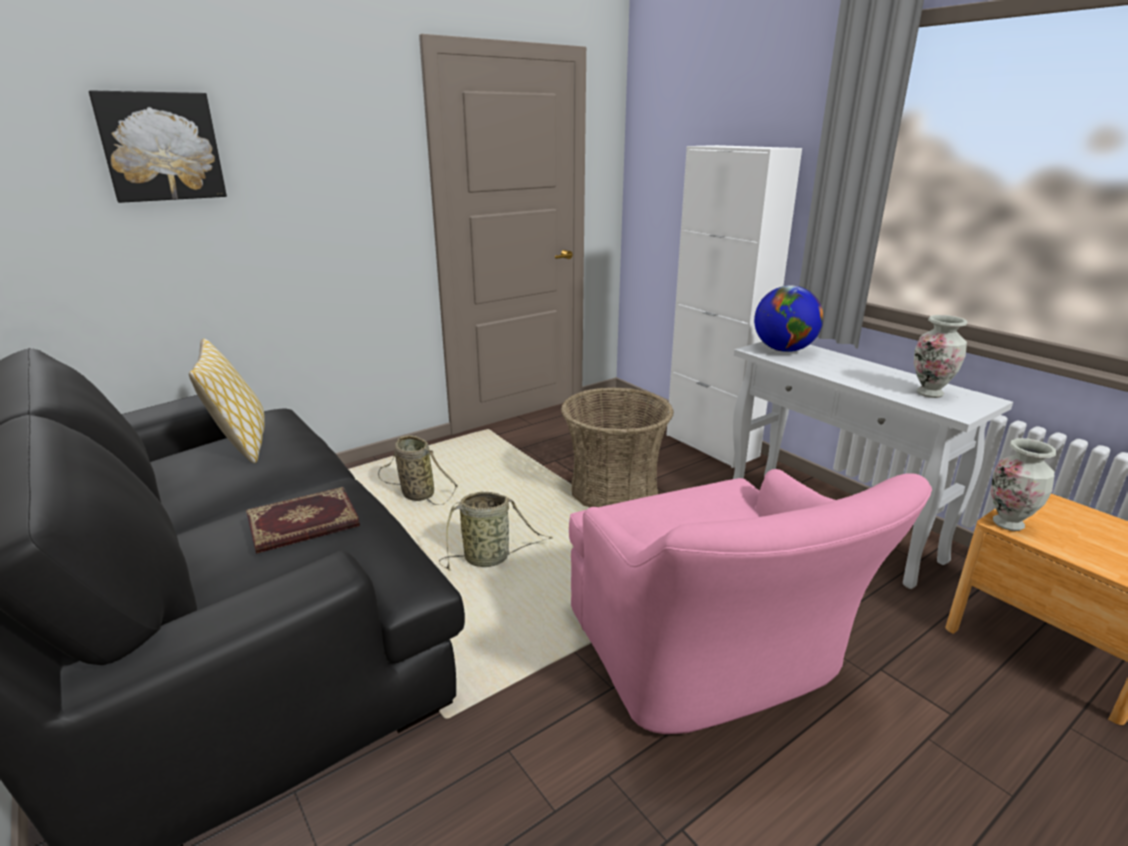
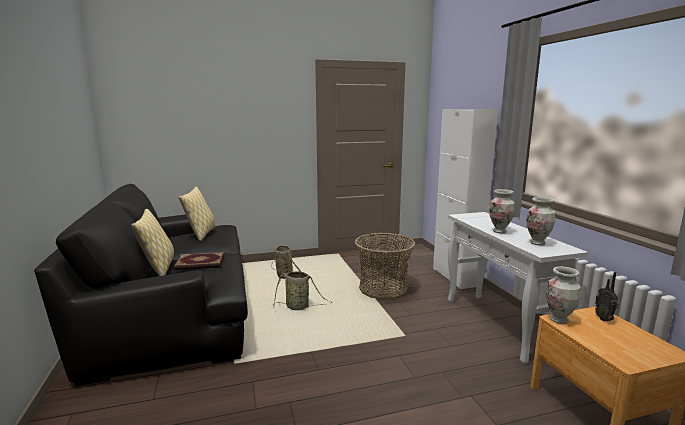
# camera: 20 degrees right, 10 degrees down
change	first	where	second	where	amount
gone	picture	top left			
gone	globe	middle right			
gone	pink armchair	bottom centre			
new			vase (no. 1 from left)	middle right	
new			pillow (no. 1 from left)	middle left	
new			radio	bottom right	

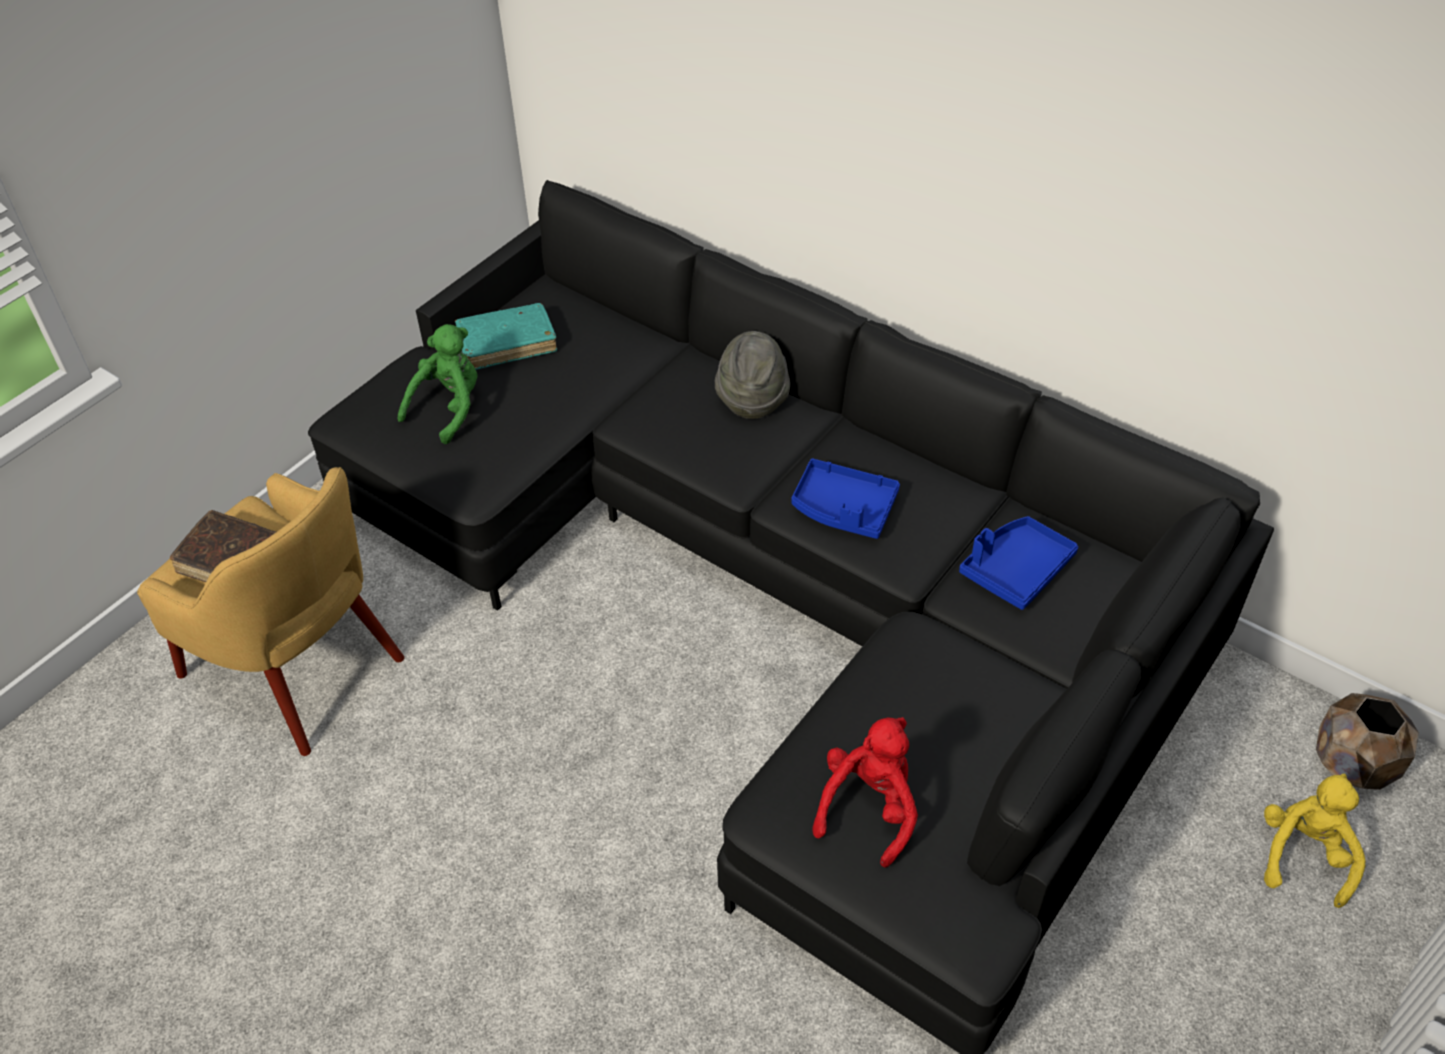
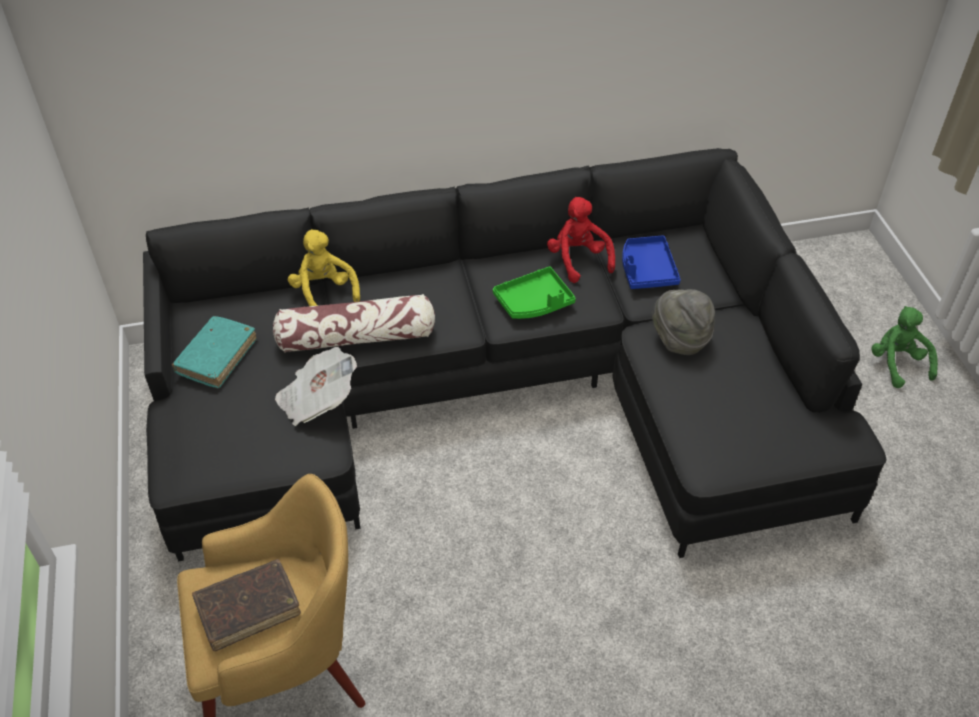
# camera: 50 degrees left, 0 degrees up
change	first	where	second	where	amount
shifted	green plush toy	middle left		middle right	
shifted	grey hat	centre		middle right	
repainted	blue tray (no. 1 from left)	centre	green tray	centre	
gone	brown planter	bottom right			
shifted	red plush toy	bottom centre		centre	
shifted	yellow plush toy	bottom right		middle left	
new			pillow	centre	
new			newspaper	middle left	

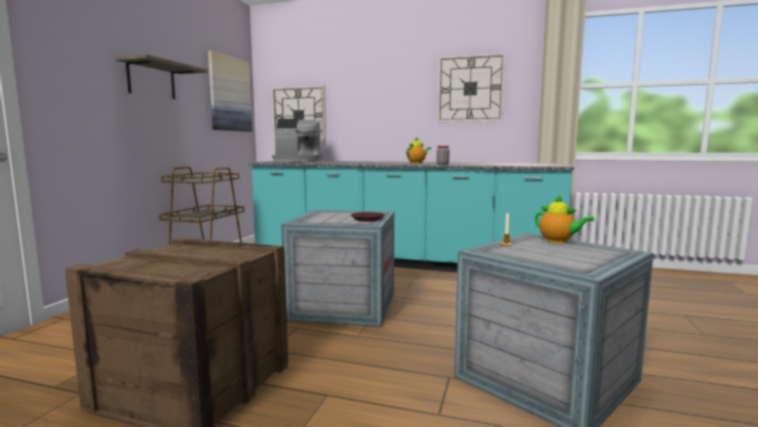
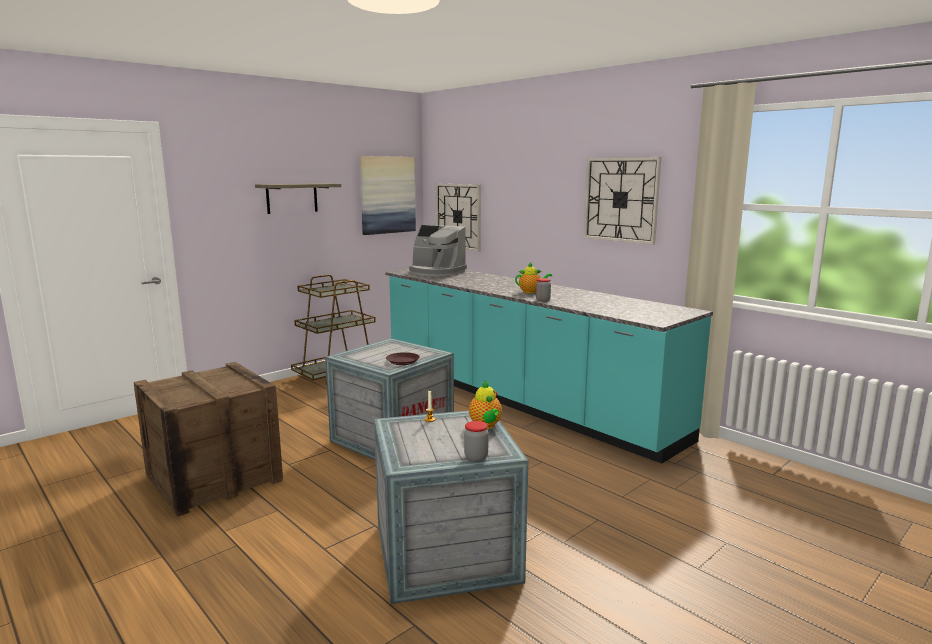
# camera: 30 degrees right, 5 degrees up
change	first	where	second	where	amount
new			jar (no. 1 from left)	bottom centre	

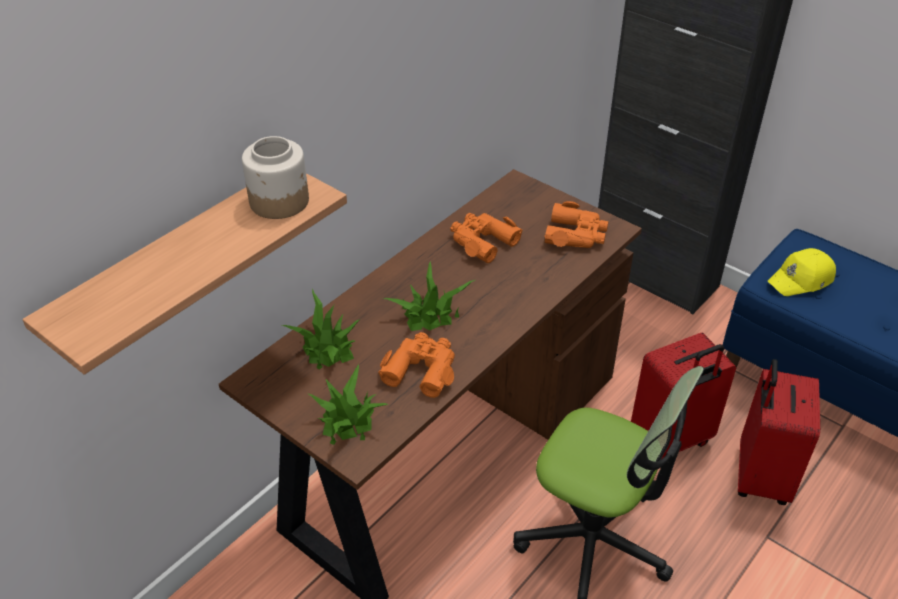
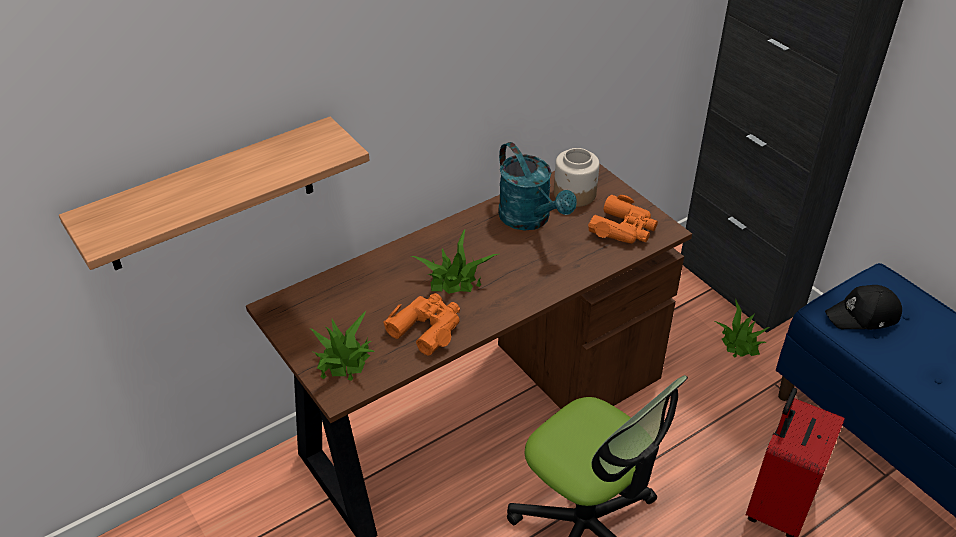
# camera: 15 degrees right, 0 degrees up
change	first	where	second	where	amount
shifted	jar	top left		top centre	
swapped	orange binoculars (no. 2 from left)	centre	turquoise watering can	centre	
repainted	yellow cap	middle right	black cap	middle right	
shifted	potted plant (no. 1 from left in the first image)	centre	potted plant (no. 3 from left)	middle right	
gone	red suitcase (no. 1 from left)	middle right			

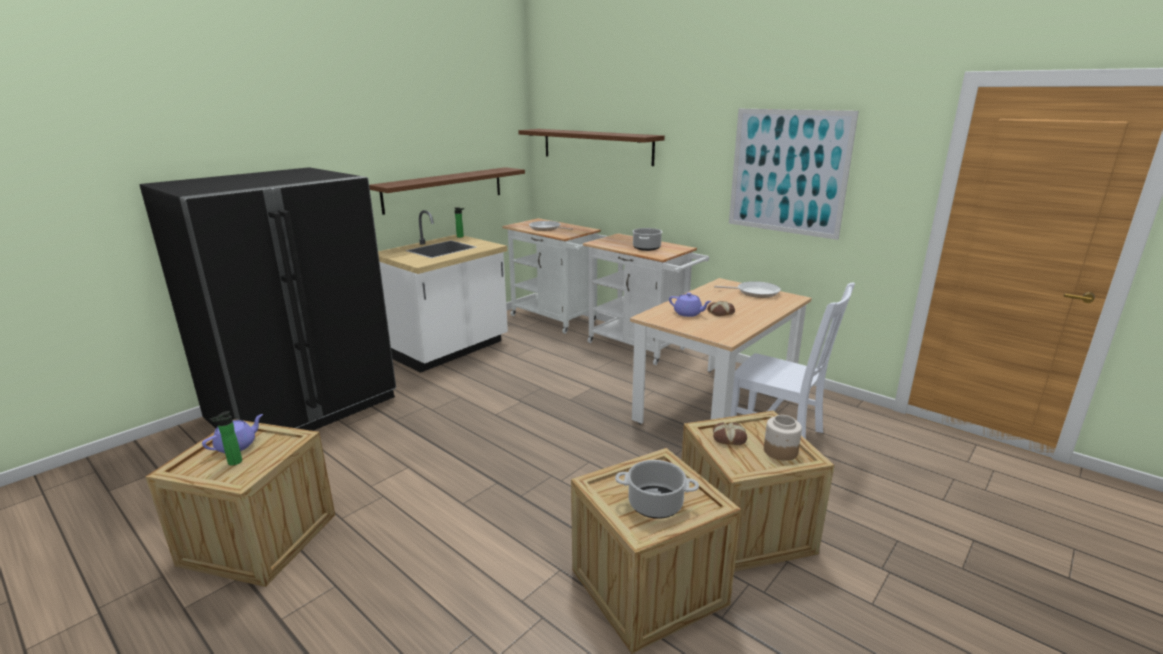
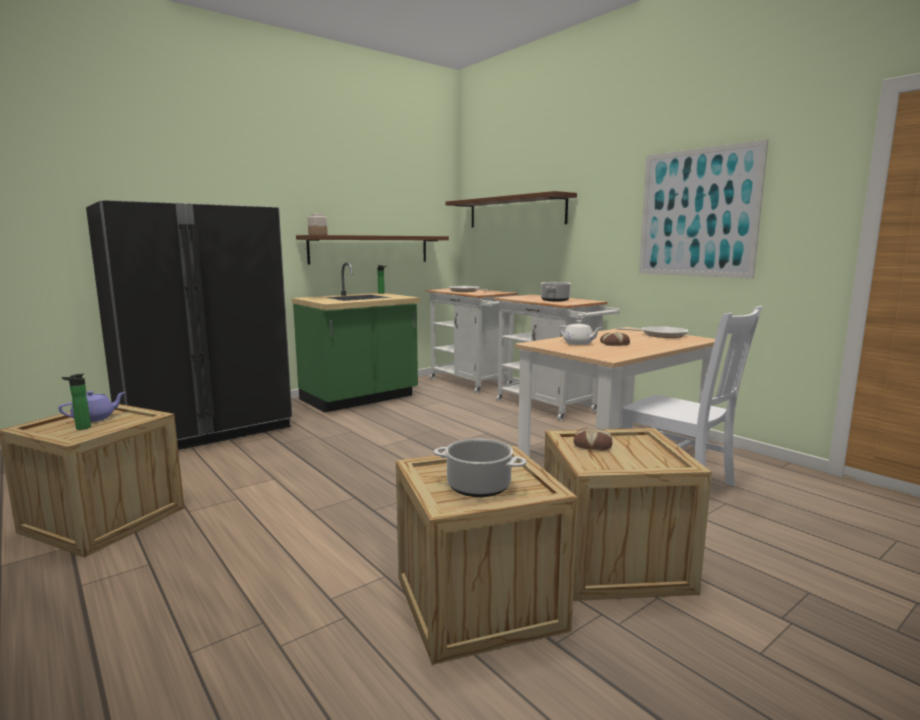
# camera: 10 degrees right, 10 degrees down
change	first	where	second	where	amount
repainted	white counter	centre	green counter	centre	
repainted	purple teapot (no. 2 from left)	centre	white teapot	centre	
shifted	jar	bottom right		top centre	

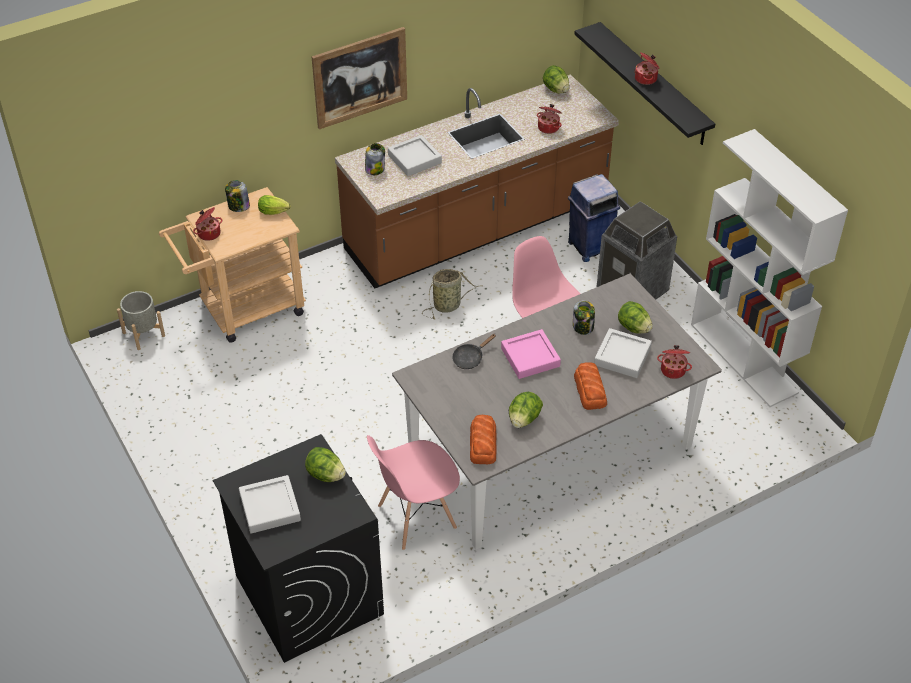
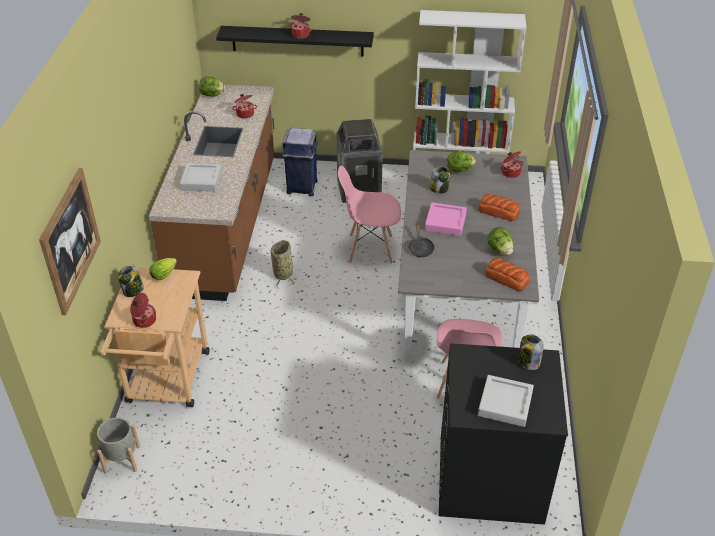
# camera: 55 degrees left, 5 degrees down
change	first	where	second	where	amount
shifted	picture	top centre		middle left	
shifted	jar (no. 2 from left in the first image)	top centre	jar (no. 3 from left)	middle right	
gone	grey tray (no. 3 from left)	middle right			
gone	lettuce (no. 2 from left)	bottom centre			

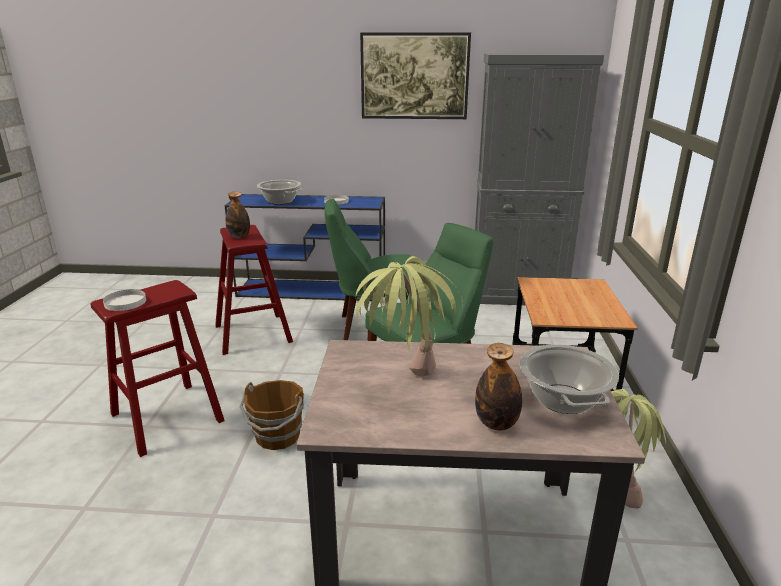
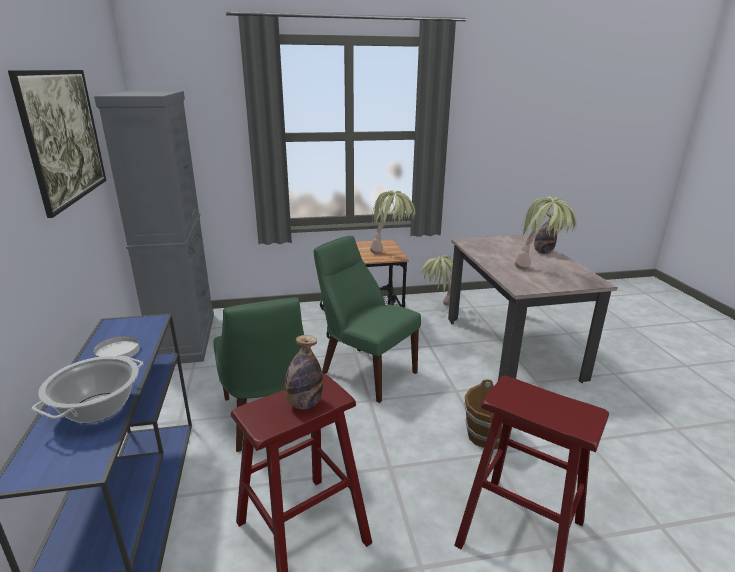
# camera: 105 degrees left, 0 degrees up
change	first	where	second	where	amount
gone	white plate (no. 1 from left)	middle left			
gone	cooking pot (no. 2 from left)	middle right			
new			potted plant (no. 1 from left)	centre	

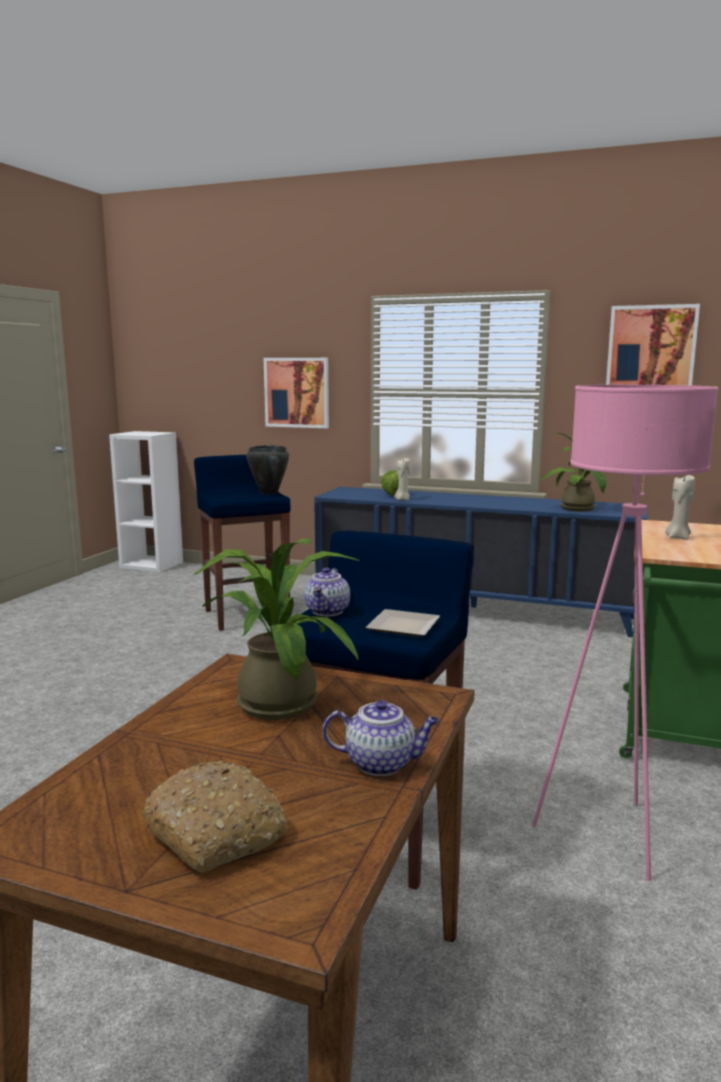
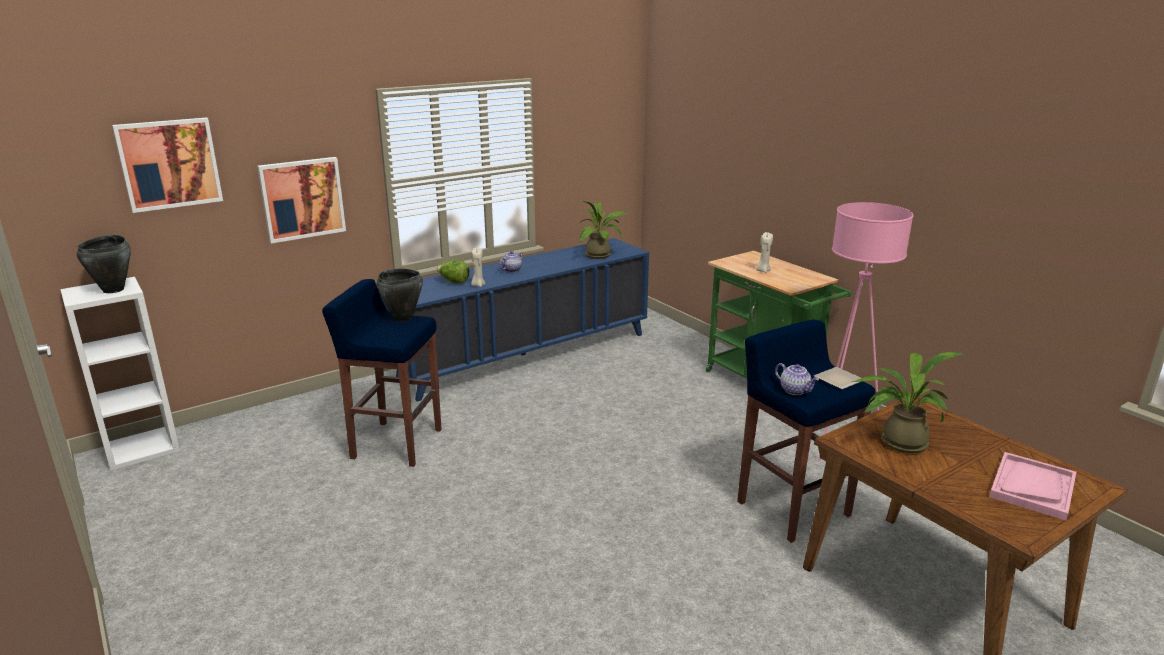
# camera: 55 degrees left, 10 degrees up
change	first	where	second	where	amount
shifted	picture (no. 2 from left in the first image)	top right	picture (no. 1 from left)	top left	
shifted	teapot (no. 2 from left in the first image)	bottom centre	teapot (no. 1 from left)	centre	
swapped	bread	bottom left	pink tray	bottom right	
new			black cooking pot (no. 1 from left)	middle left	

